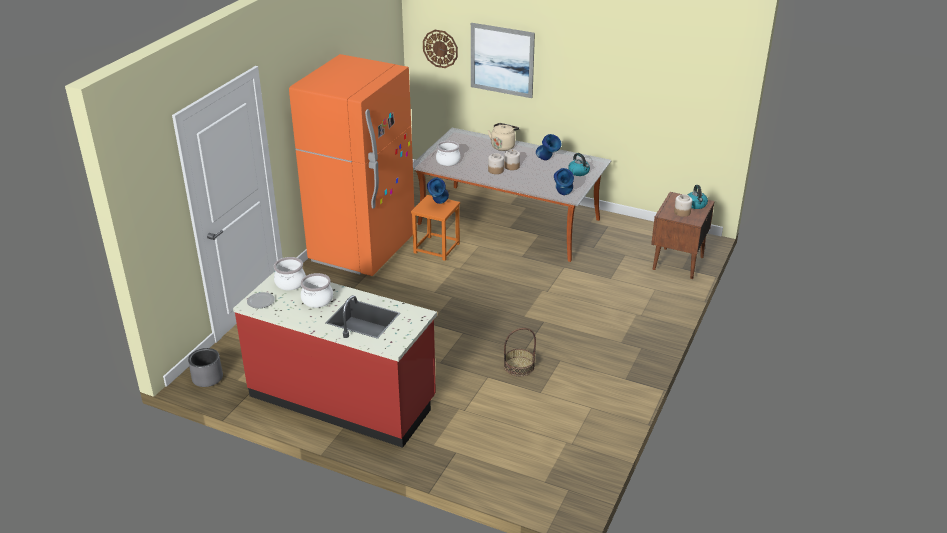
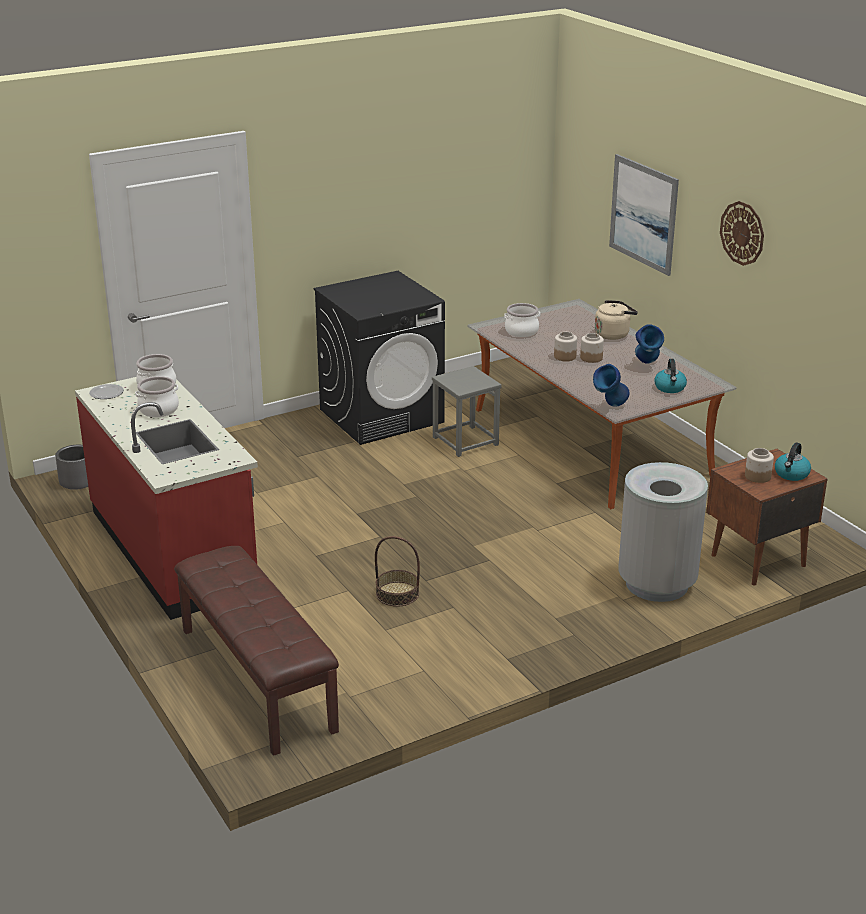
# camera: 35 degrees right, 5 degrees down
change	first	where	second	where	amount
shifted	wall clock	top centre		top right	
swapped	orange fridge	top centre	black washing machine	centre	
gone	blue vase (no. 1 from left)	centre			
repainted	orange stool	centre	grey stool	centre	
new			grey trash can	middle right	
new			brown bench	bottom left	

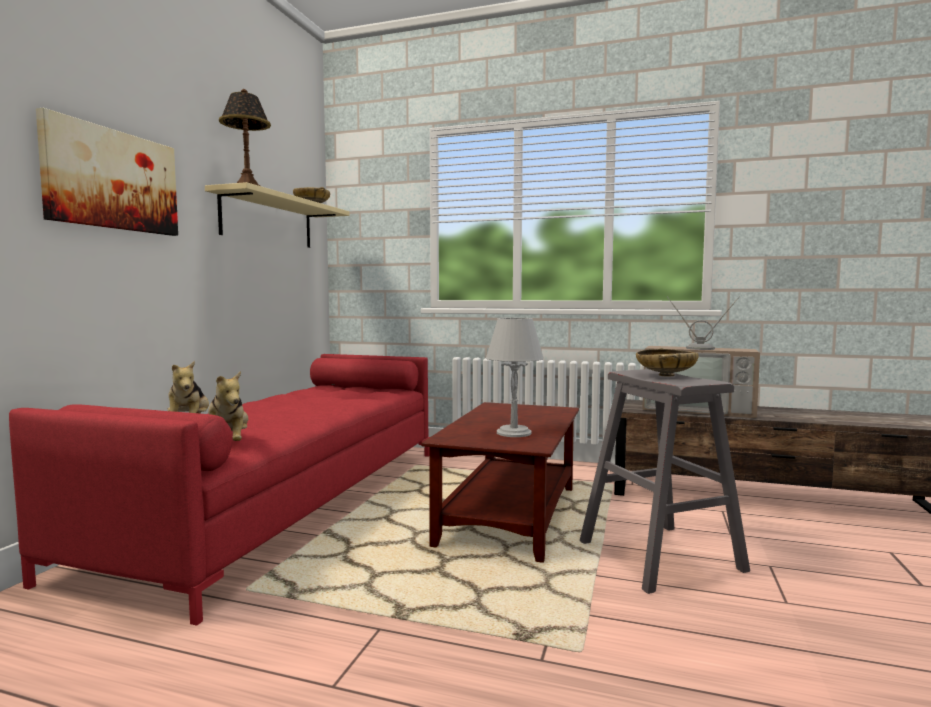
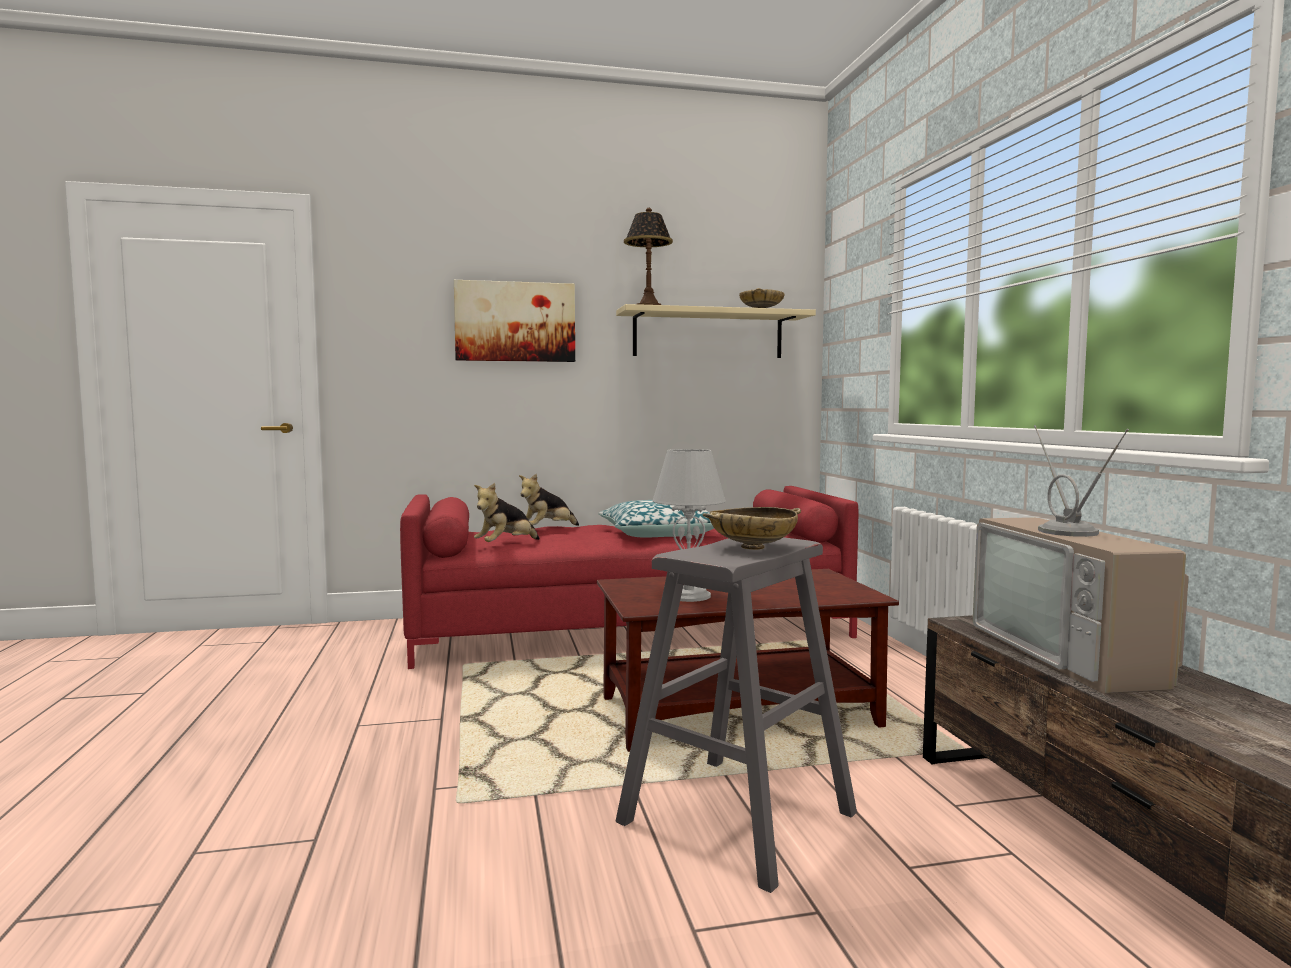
# camera: 60 degrees right, 0 degrees up
change	first	where	second	where	amount
new			pillow	centre	

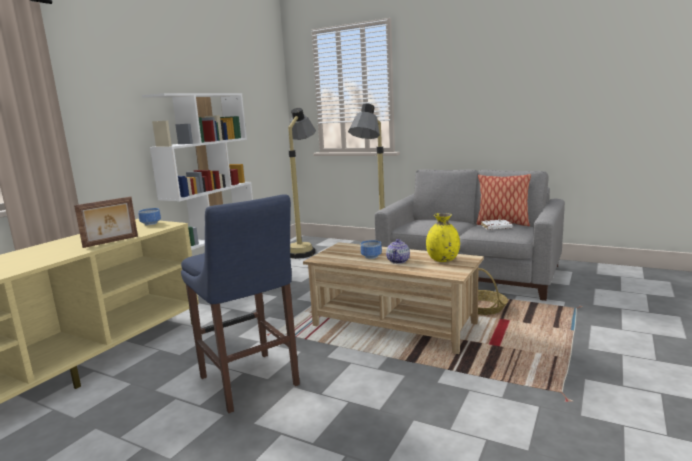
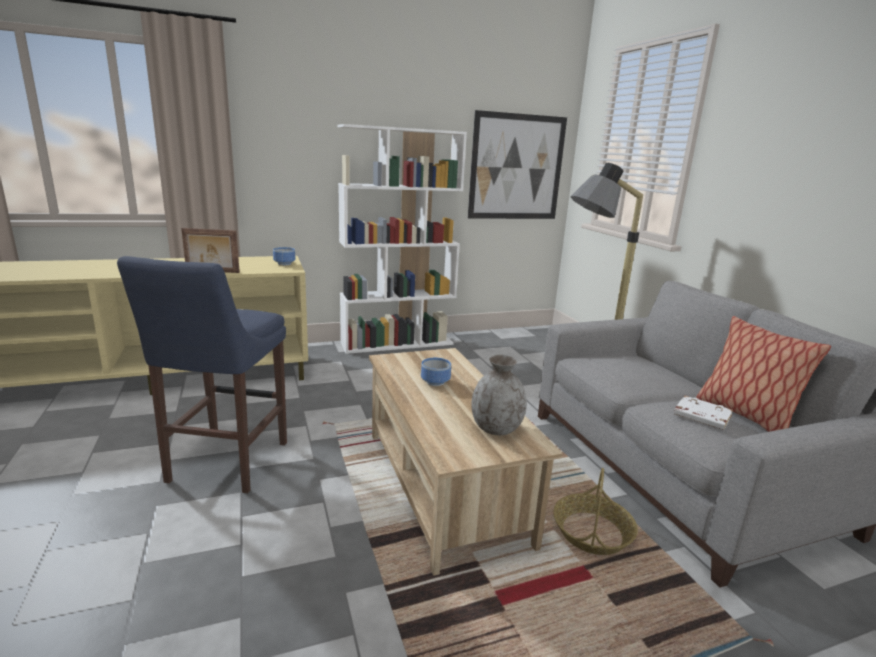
# camera: 40 degrees right, 5 degrees up
change	first	where	second	where	amount
gone	floor lamp (no. 1 from left)	centre			
repainted	yellow vase	centre	grey vase	centre	
gone	teapot	centre			
new			picture	top centre	

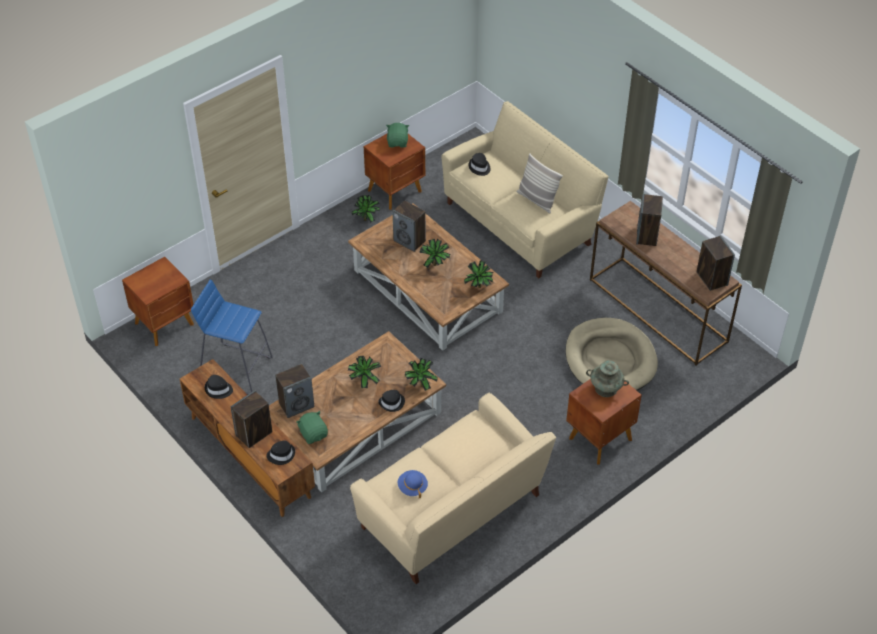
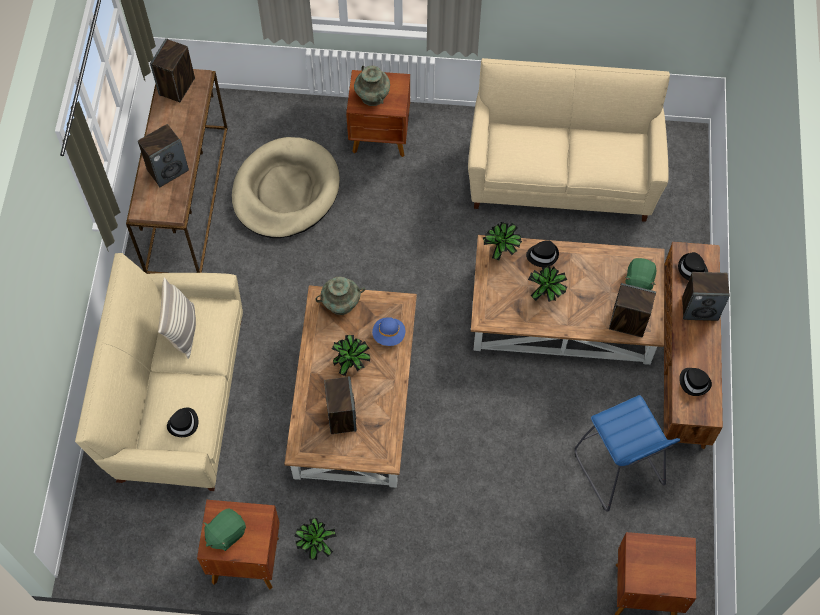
# camera: 135 degrees left, 15 degrees up
change	first	where	second	where	amount
swapped	potted plant (no. 5 from left)	centre	turquoise vase (no. 1 from left)	centre	
shifted	blue hat	bottom centre		centre	

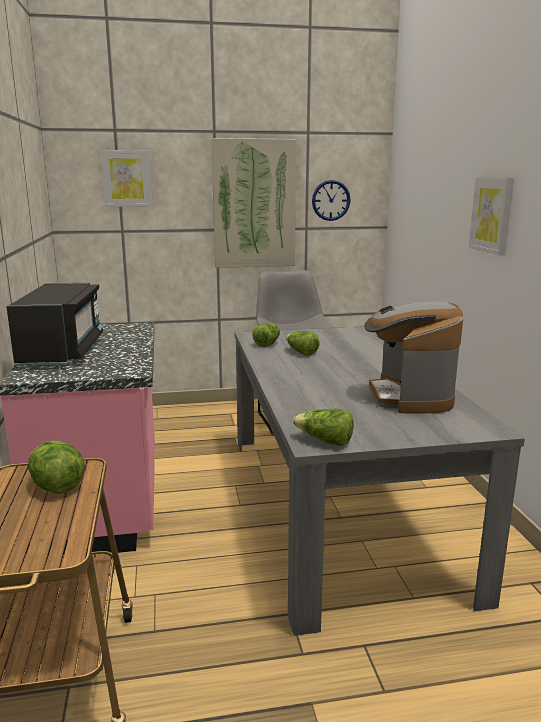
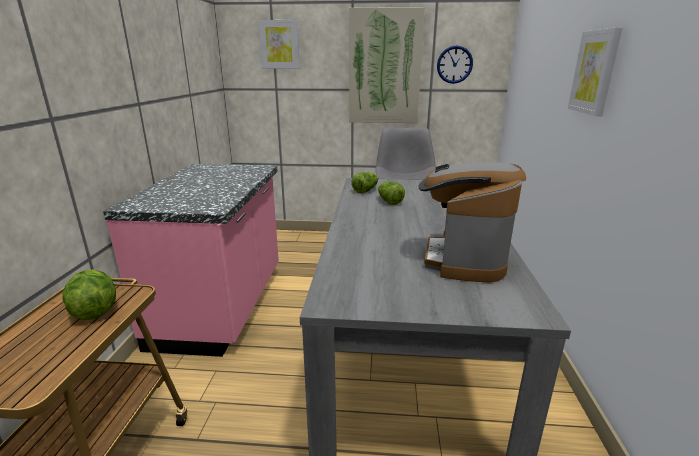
# camera: 15 degrees right, 5 degrees up
change	first	where	second	where	amount
gone	black microwave	middle left			
gone	lettuce (no. 4 from left)	centre			

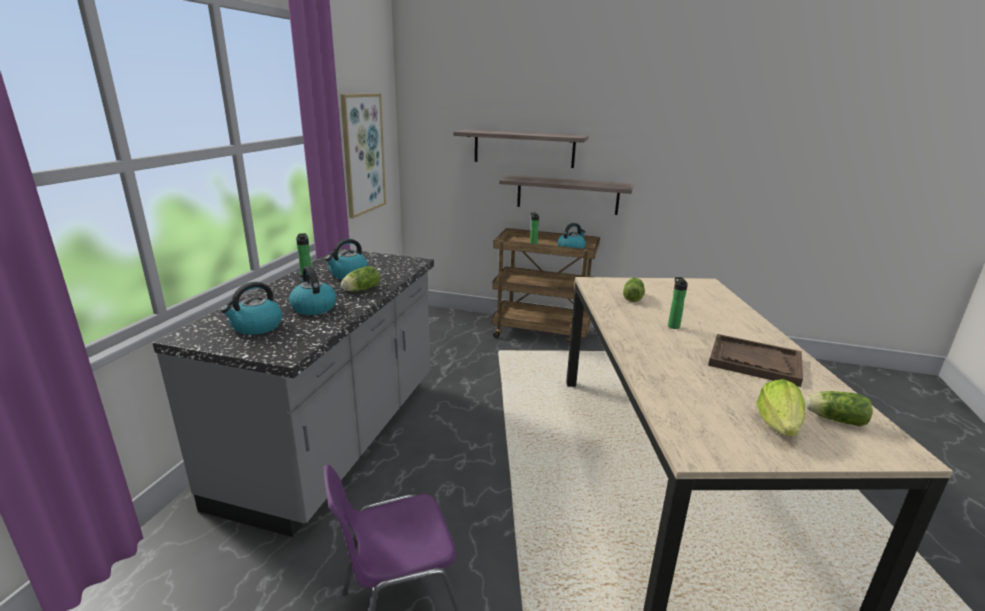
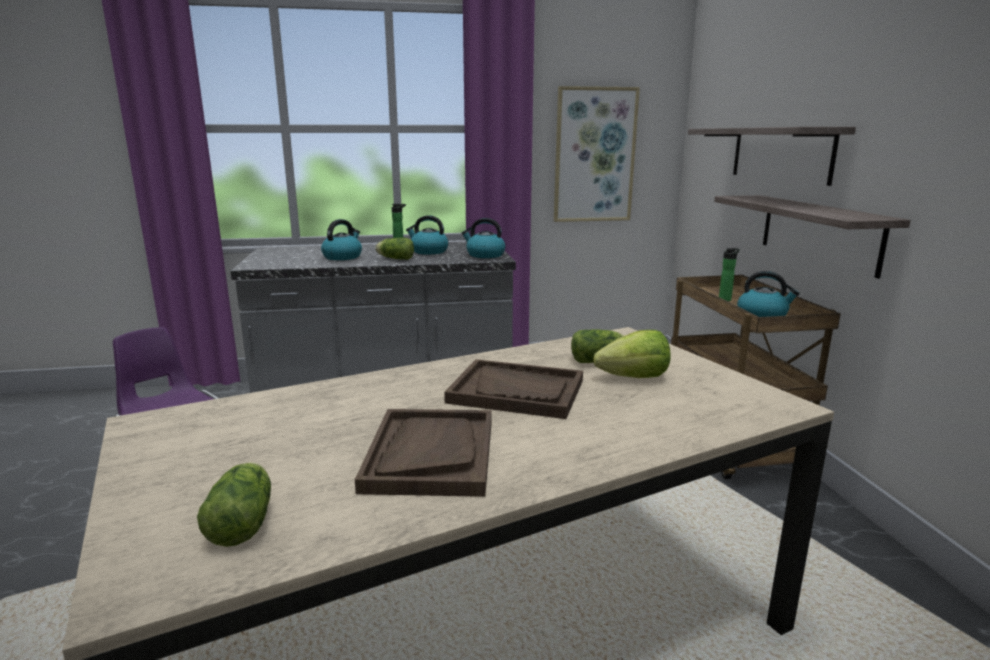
# camera: 65 degrees right, 5 degrees down
change	first	where	second	where	amount
swapped	bottle (no. 3 from left)	middle right	brown tray (no. 2 from left)	centre	
shifted	kettle (no. 1 from left in the first image)	middle left	kettle (no. 3 from left)	centre	
shifted	lettuce (no. 3 from left in the first image)	bottom right	lettuce (no. 4 from left)	centre	

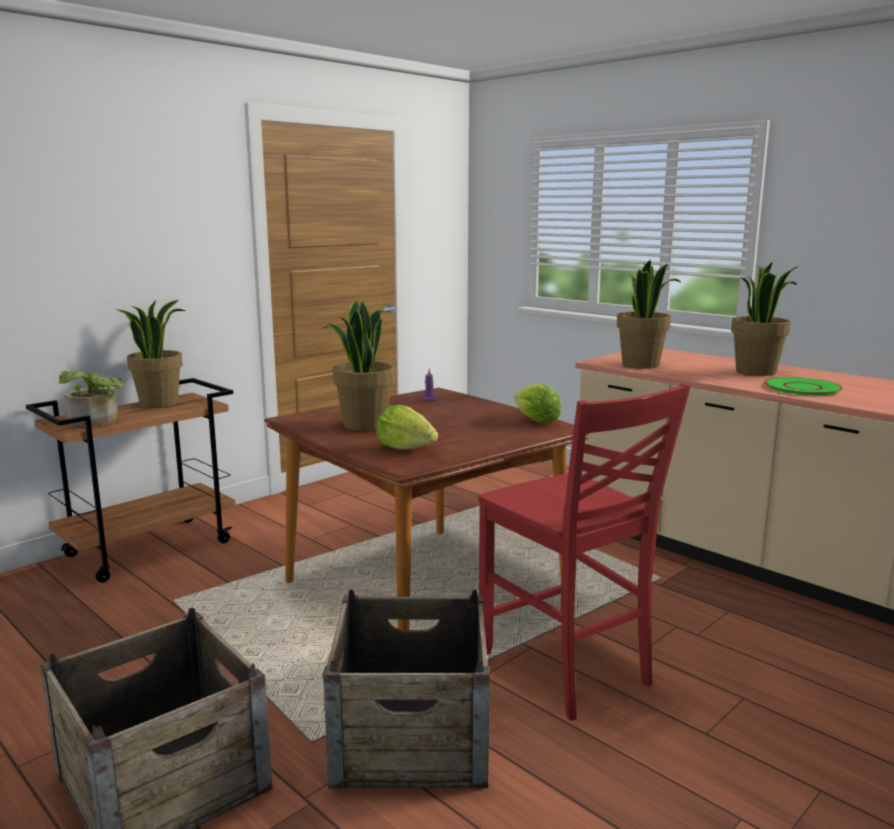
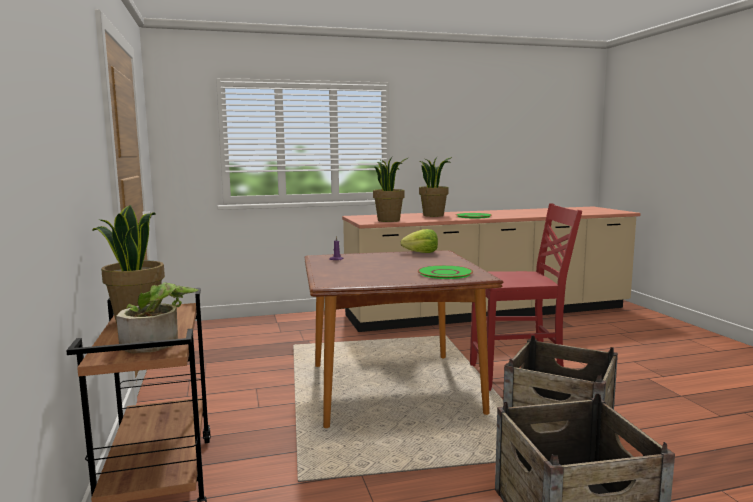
# camera: 60 degrees left, 5 degrees down
change	first	where	second	where	amount
gone	potted plant (no. 3 from left)	centre			
swapped	lettuce (no. 1 from left)	centre	green plate (no. 1 from left)	centre	

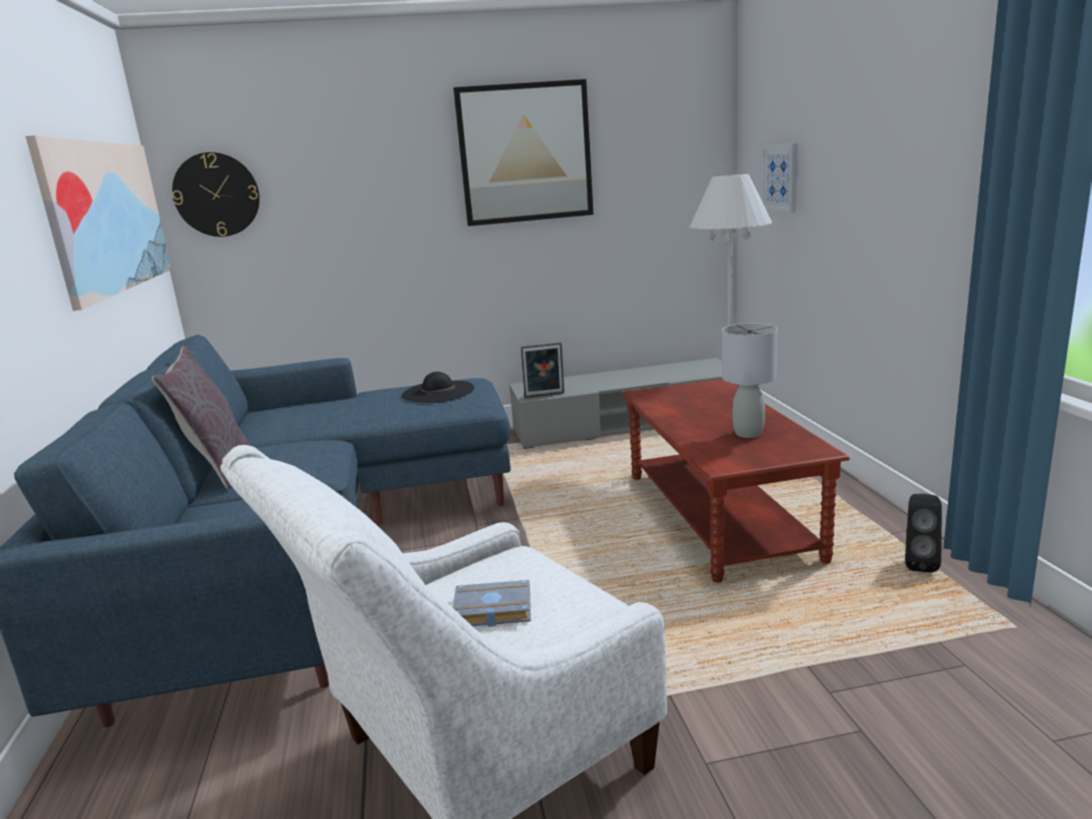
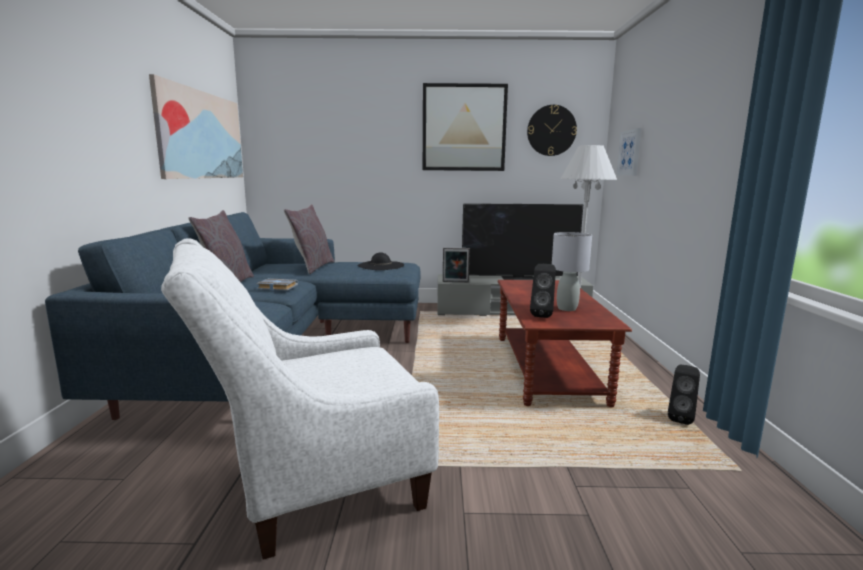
# camera: 10 degrees right, 5 degrees down
change	first	where	second	where	amount
shifted	wall clock	top left		top centre	
shifted	grey book	bottom centre		middle left	
new			television	centre	
new			grey pillow (no. 2 from left)	centre	
new			black speaker (no. 1 from left)	centre	

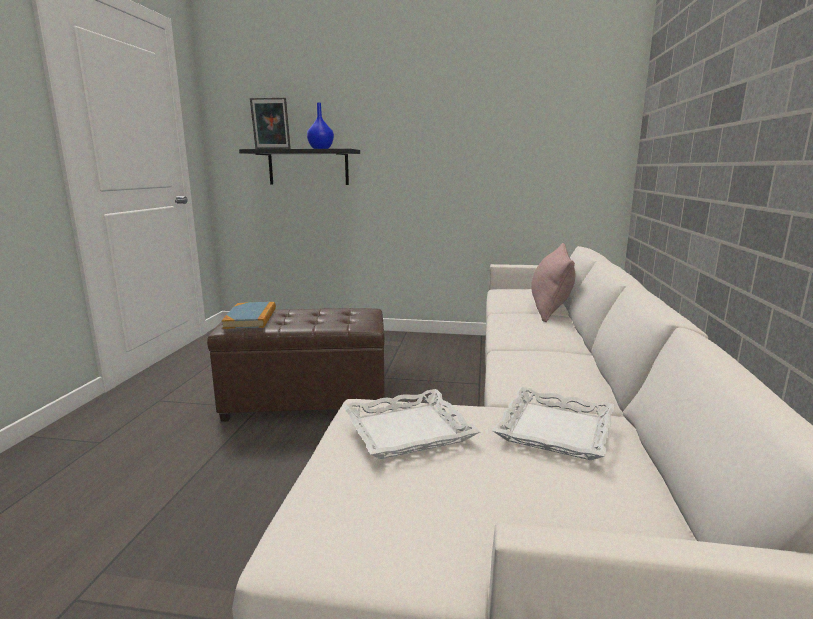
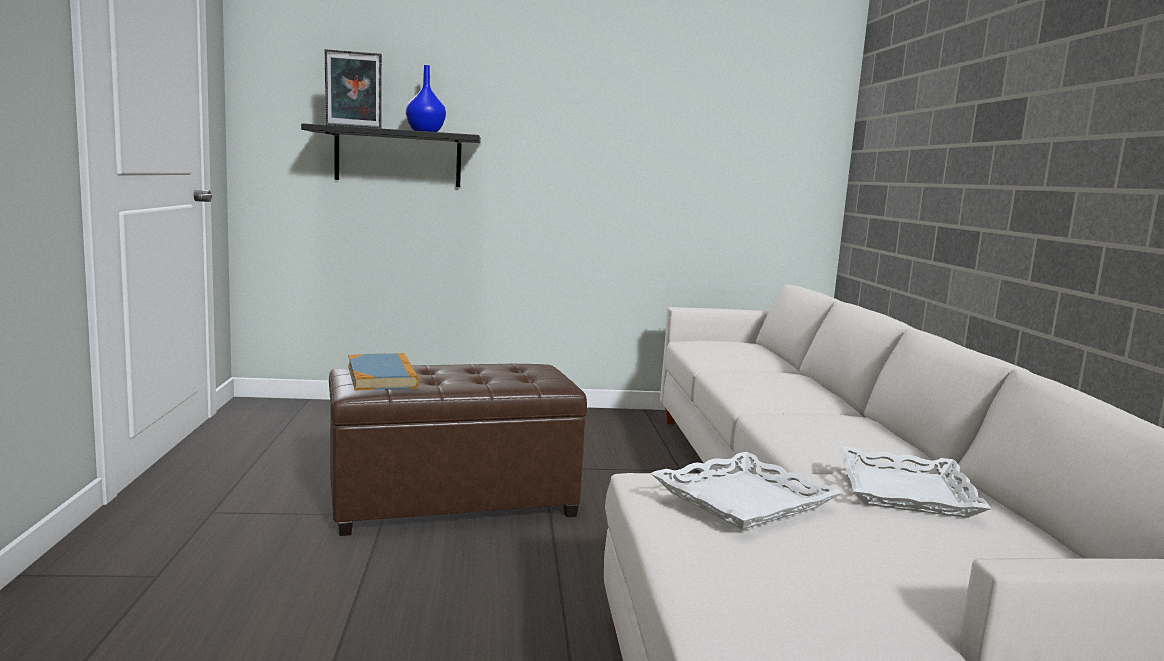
# camera: 15 degrees left, 5 degrees down
change	first	where	second	where	amount
gone	pink pillow	middle right			

